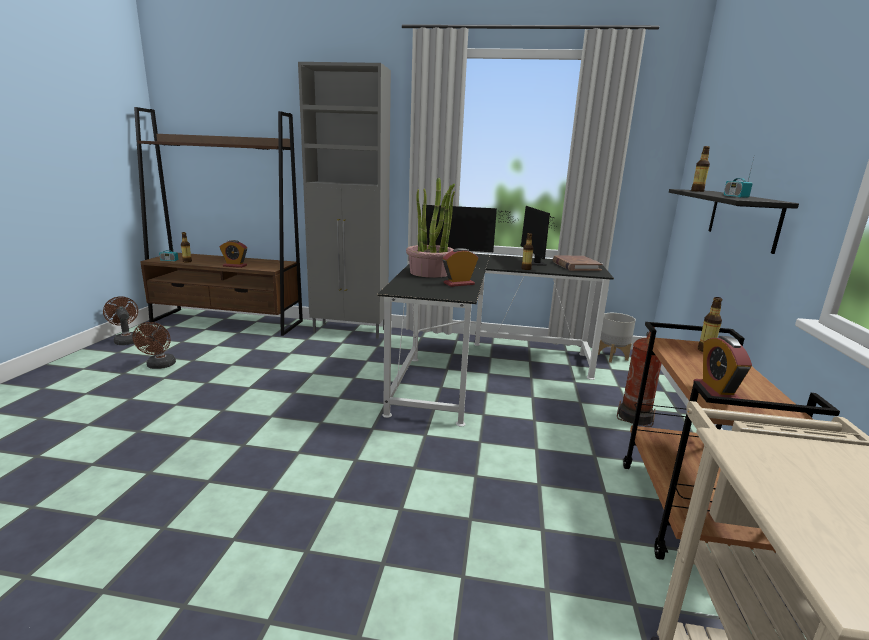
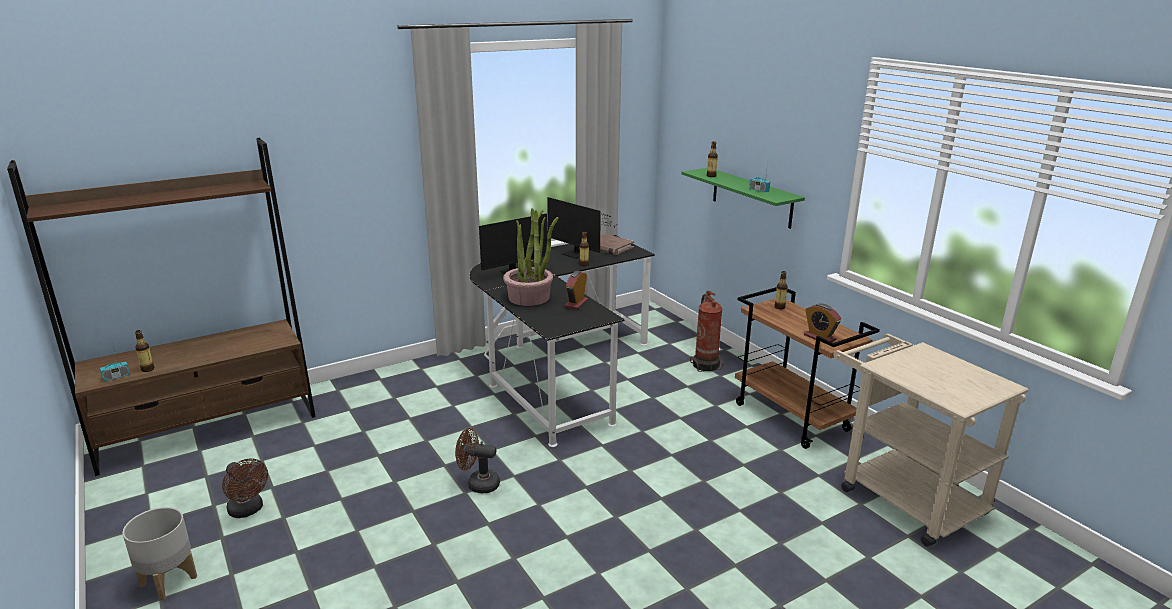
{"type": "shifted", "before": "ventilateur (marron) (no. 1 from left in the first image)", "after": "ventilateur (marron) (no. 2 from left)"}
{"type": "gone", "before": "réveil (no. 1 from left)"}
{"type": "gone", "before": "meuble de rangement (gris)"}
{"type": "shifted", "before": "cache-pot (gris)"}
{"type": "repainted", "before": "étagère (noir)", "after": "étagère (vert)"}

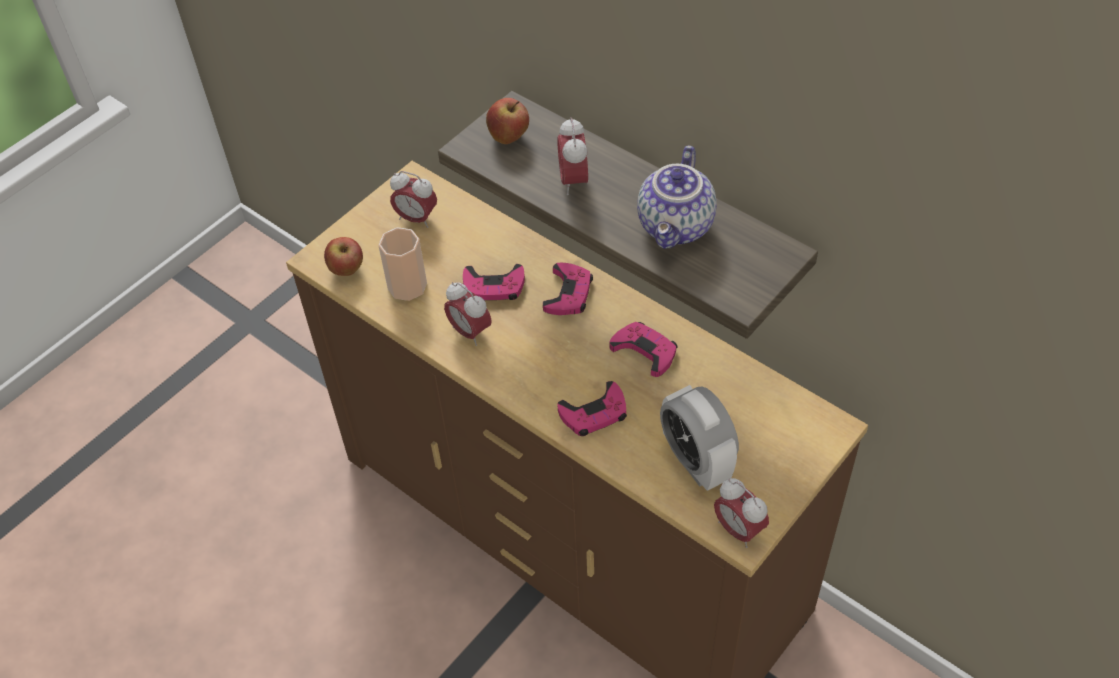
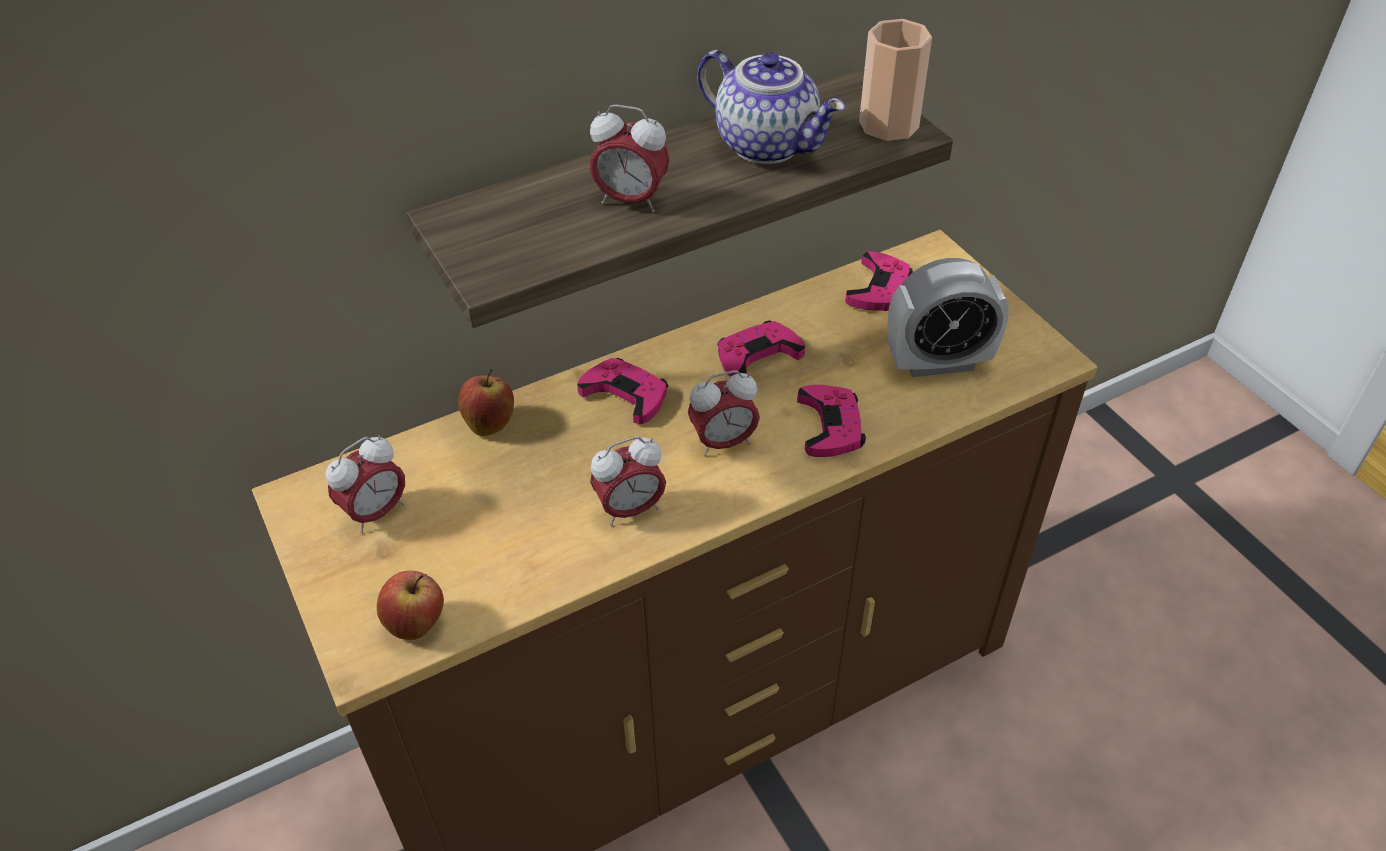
{"type": "shifted", "before": "tasse"}
{"type": "shifted", "before": "manette (rose) (no. 1 from left in the first image)", "after": "manette (rose) (no. 4 from left)"}
{"type": "shifted", "before": "pomme (no. 2 from left)"}
{"type": "shifted", "before": "réveil (no. 5 from left in the first image)", "after": "réveil (no. 4 from left)"}

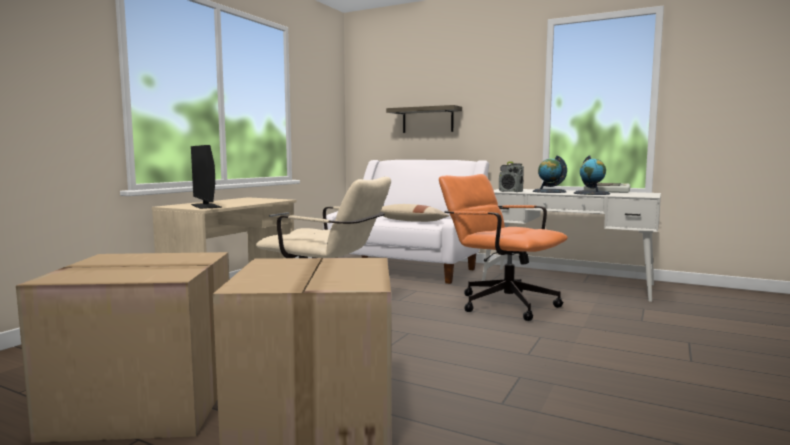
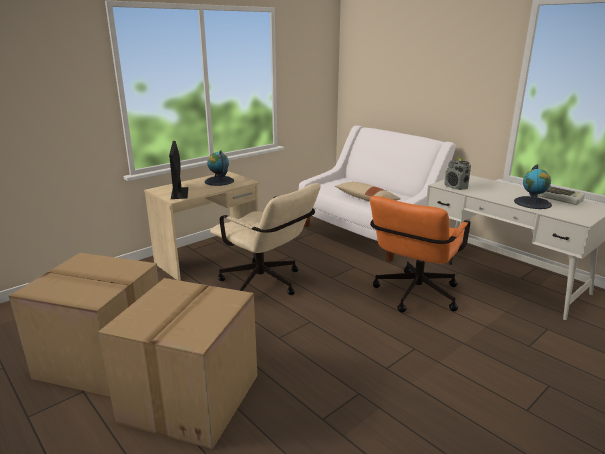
{"type": "gone", "before": "étagère"}
{"type": "rotated", "before": "chaise de bureau (orange)", "turn": -120}
{"type": "shifted", "before": "globe (no. 1 from left)"}

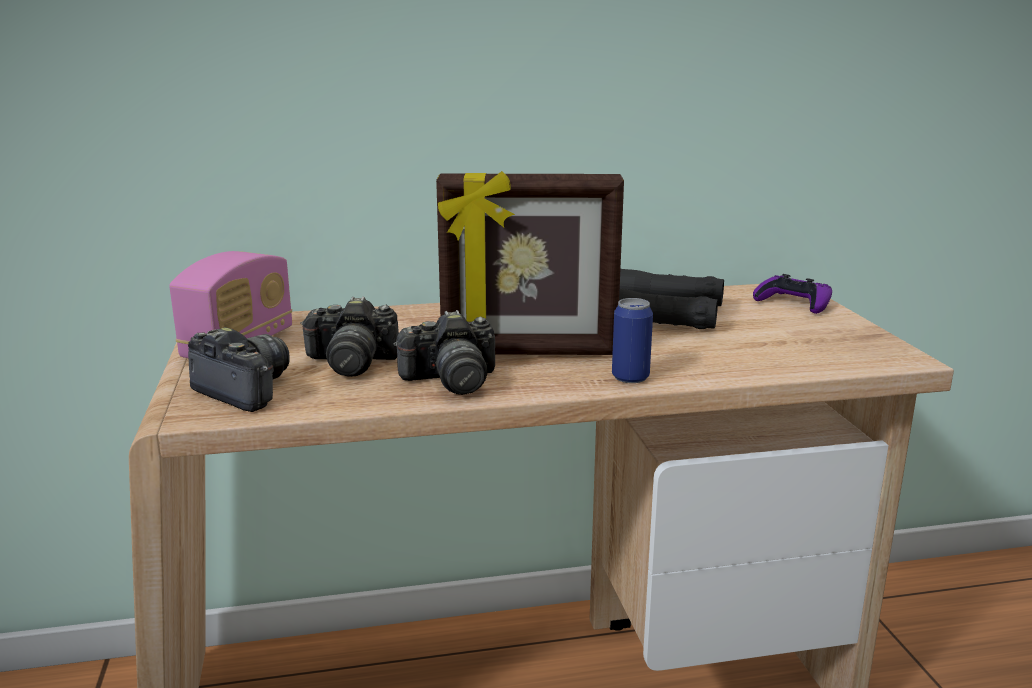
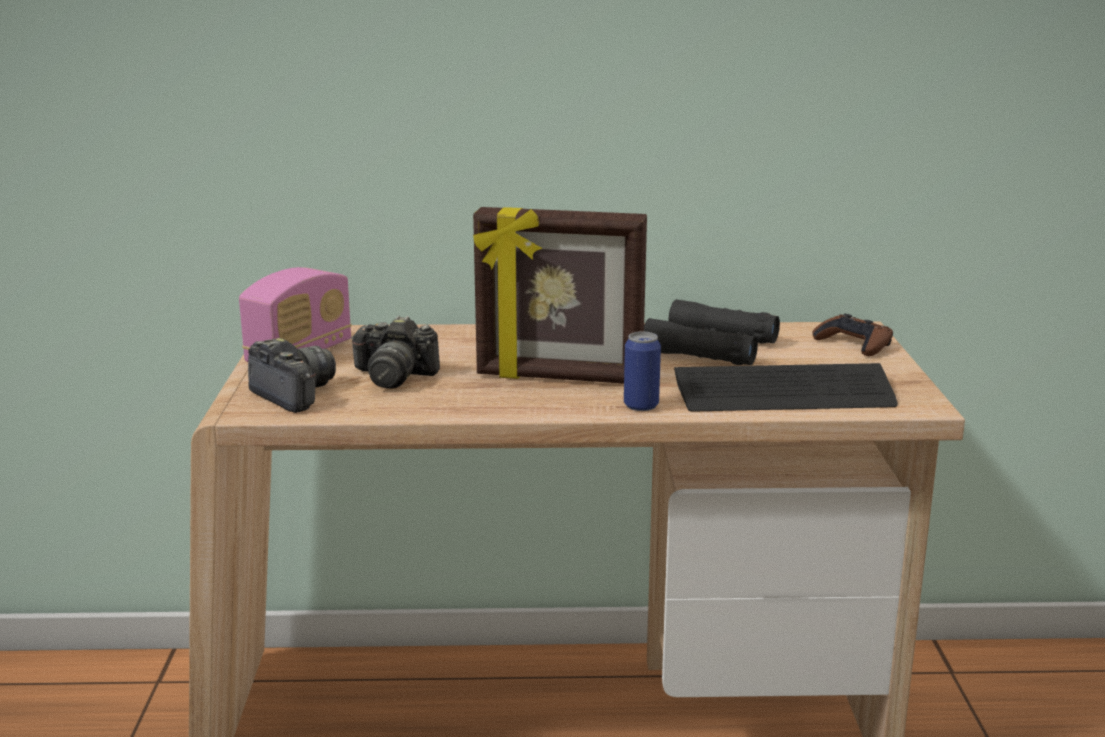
{"type": "gone", "before": "appareil photo (no. 3 from left)"}
{"type": "repainted", "before": "manette (violet)", "after": "manette (marron)"}
{"type": "new", "after": "clavier"}

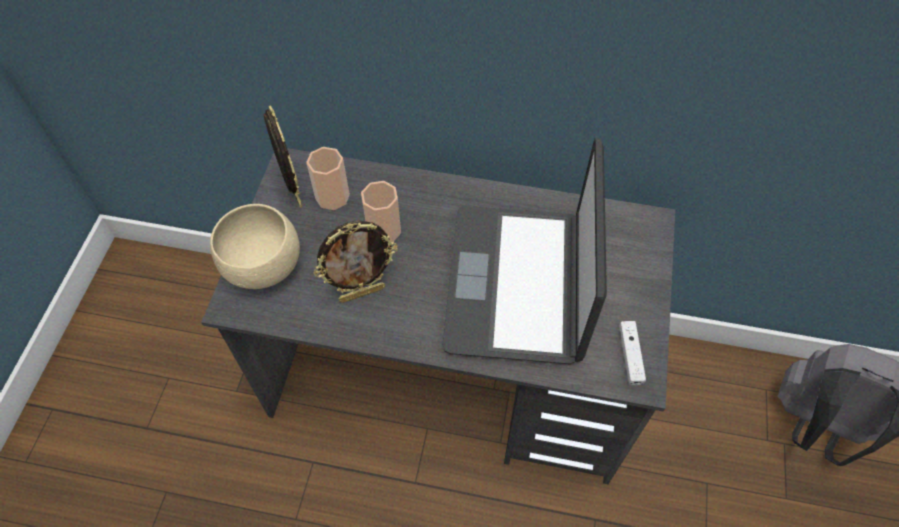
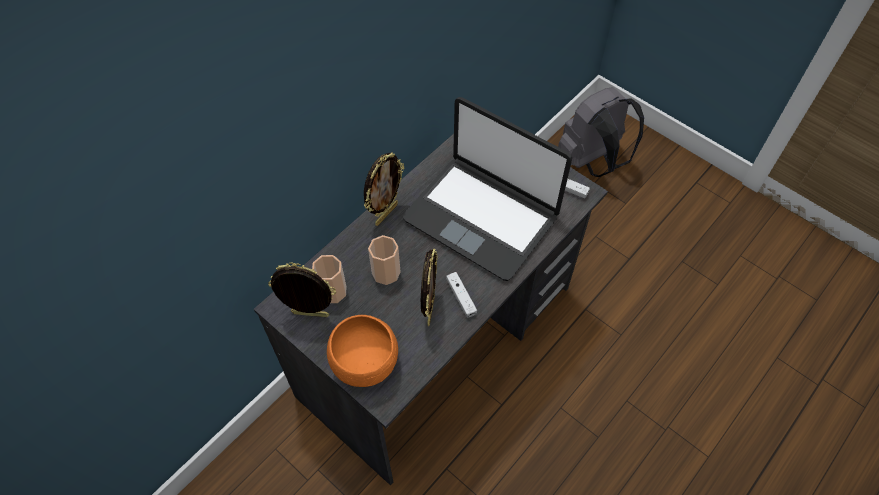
{"type": "repainted", "before": "bol (beige)", "after": "bol (orange)"}
{"type": "new", "after": "cadre photo (no. 2 from left)"}
{"type": "new", "after": "manette (blanc) (no. 1 from left)"}

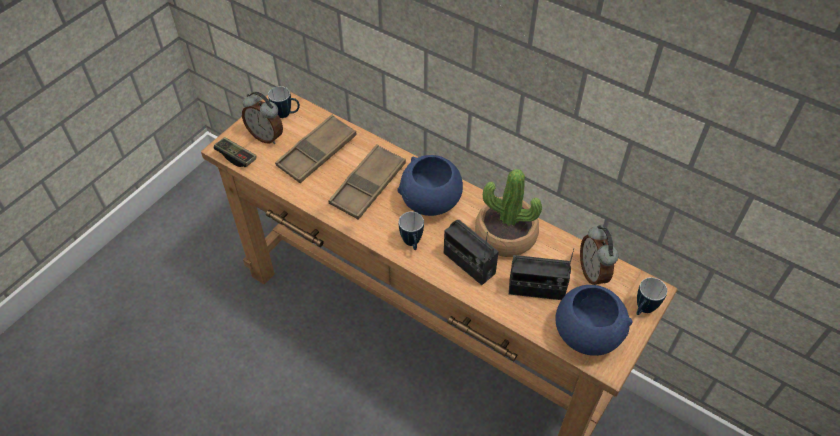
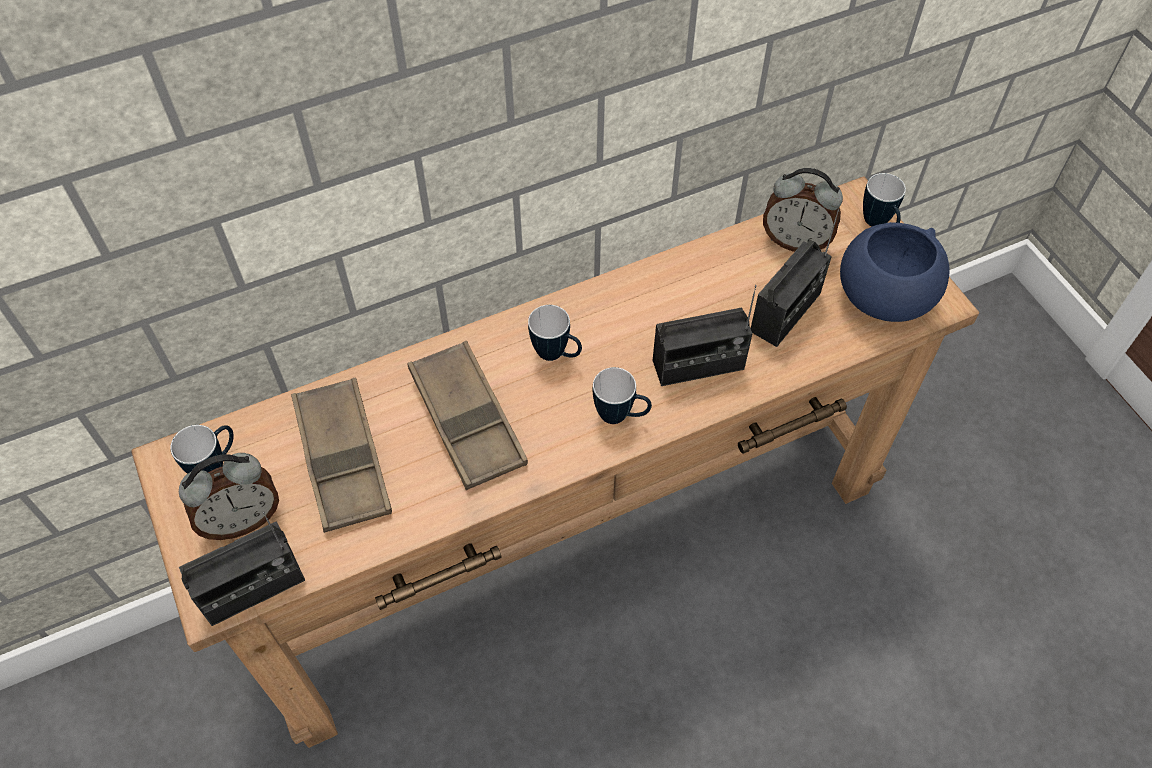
{"type": "swapped", "before": "manette", "after": "radio (no. 1 from left)"}
{"type": "swapped", "before": "bol (bleu) (no. 1 from left)", "after": "mug (no. 2 from left)"}
{"type": "gone", "before": "plante en pot"}

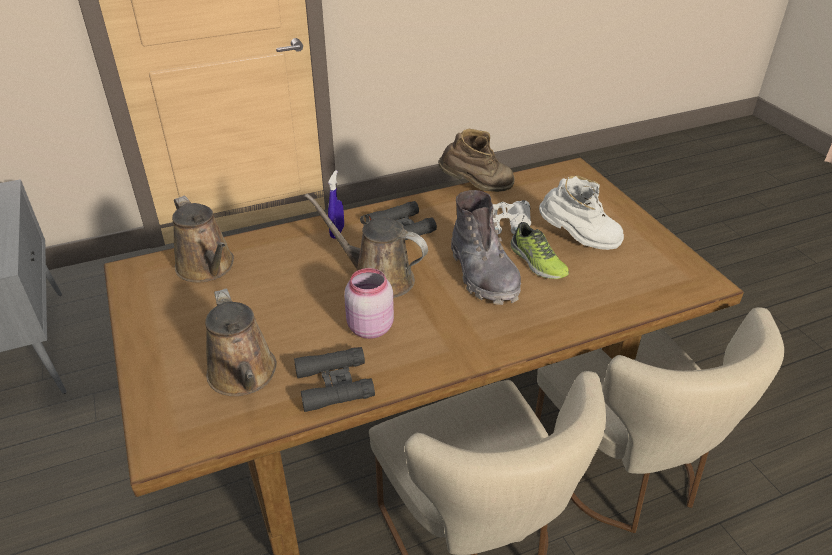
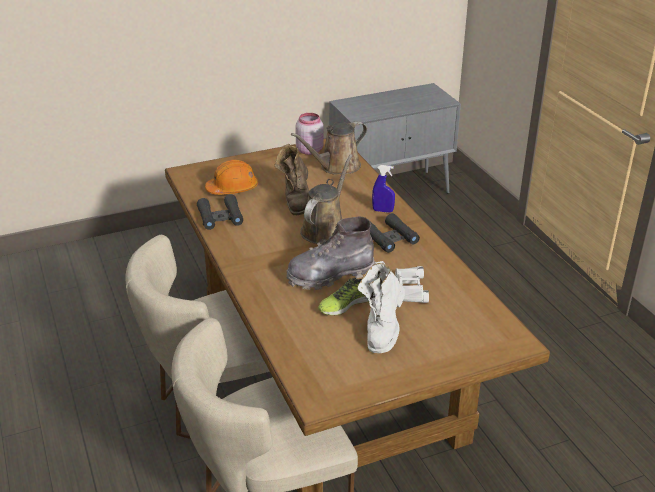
{"type": "swapped", "before": "arrosoir (marron) (no. 2 from left)", "after": "casque de chantier (orange)"}
{"type": "shifted", "before": "bocal (rose)"}
{"type": "shifted", "before": "botte (marron)"}

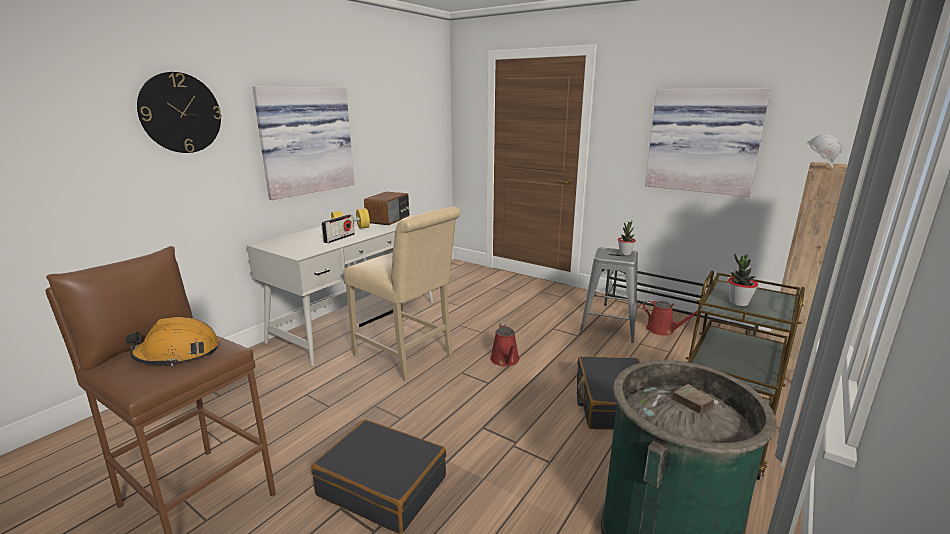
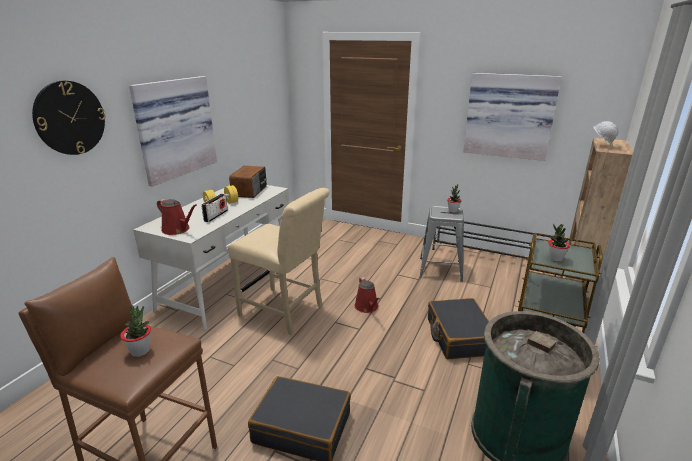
{"type": "swapped", "before": "casque de chantier (orange)", "after": "plante en pot (no. 1 from left)"}
{"type": "shifted", "before": "arrosoir (rouge) (no. 2 from left in the first image)", "after": "arrosoir (rouge) (no. 1 from left)"}

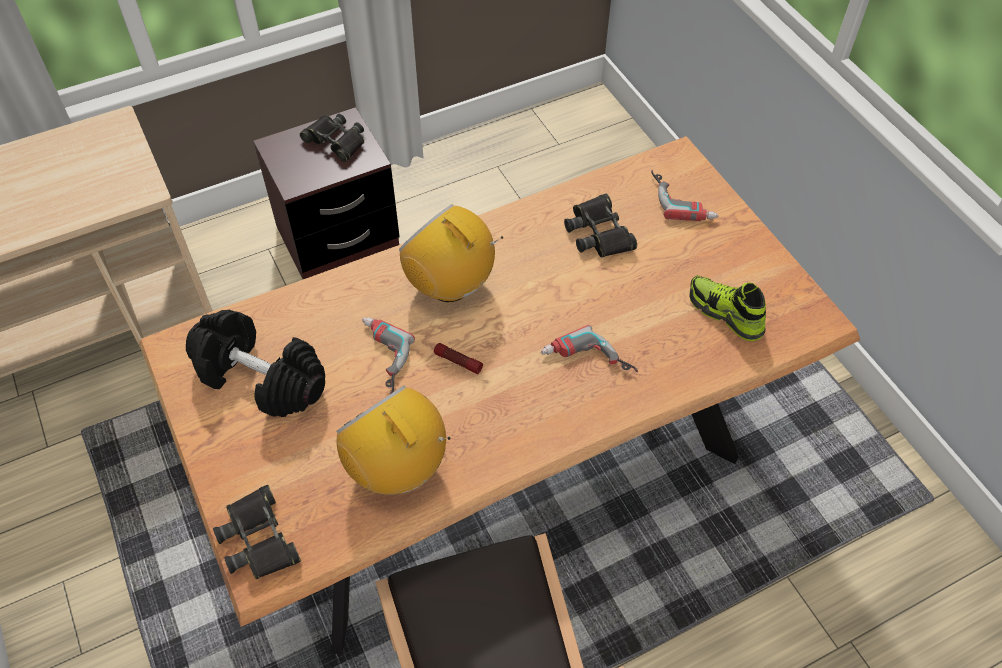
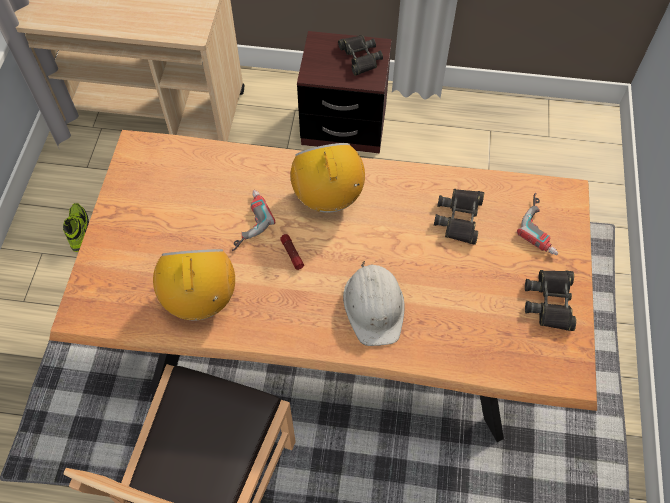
{"type": "gone", "before": "haltère (noir)"}
{"type": "shifted", "before": "jumelles (noir) (no. 1 from left in the first image)", "after": "jumelles (noir) (no. 3 from left)"}
{"type": "swapped", "before": "perceuse (no. 2 from left)", "after": "casque de chantier (blanc)"}
{"type": "shifted", "before": "chaussure"}

